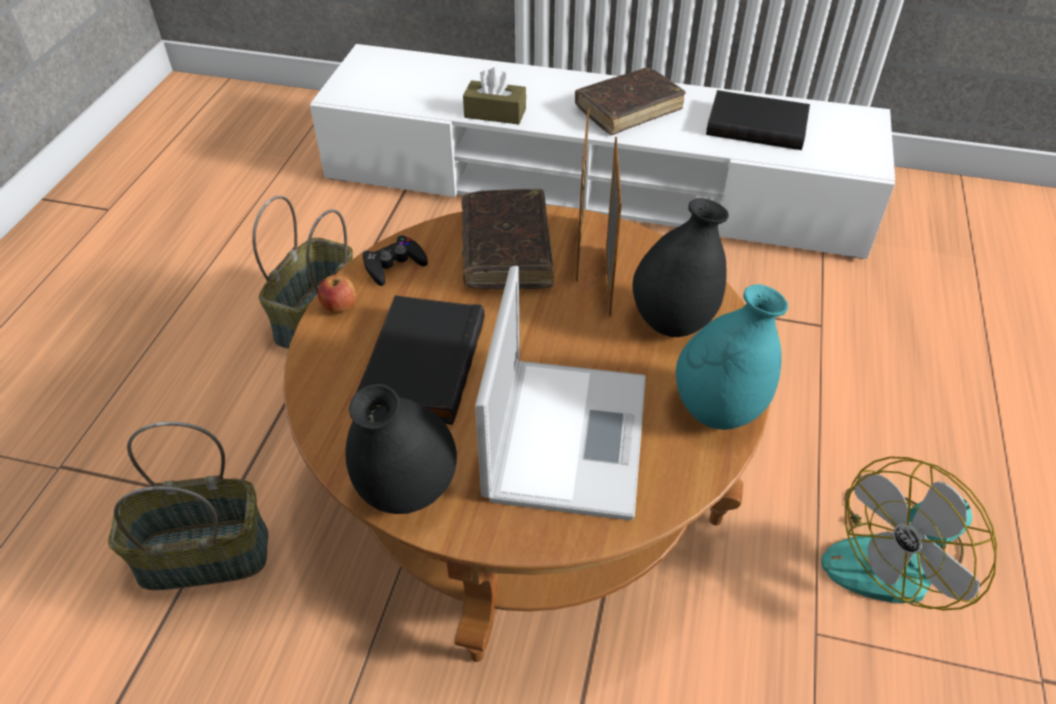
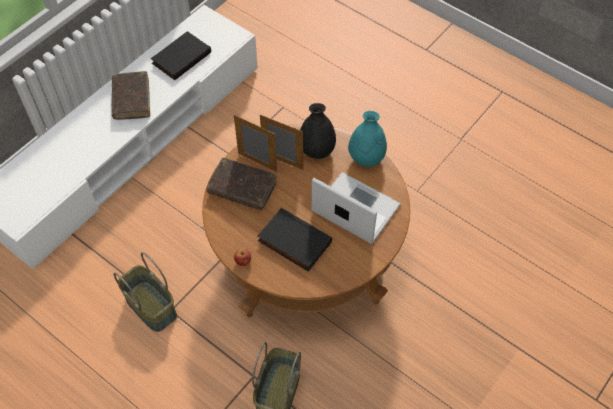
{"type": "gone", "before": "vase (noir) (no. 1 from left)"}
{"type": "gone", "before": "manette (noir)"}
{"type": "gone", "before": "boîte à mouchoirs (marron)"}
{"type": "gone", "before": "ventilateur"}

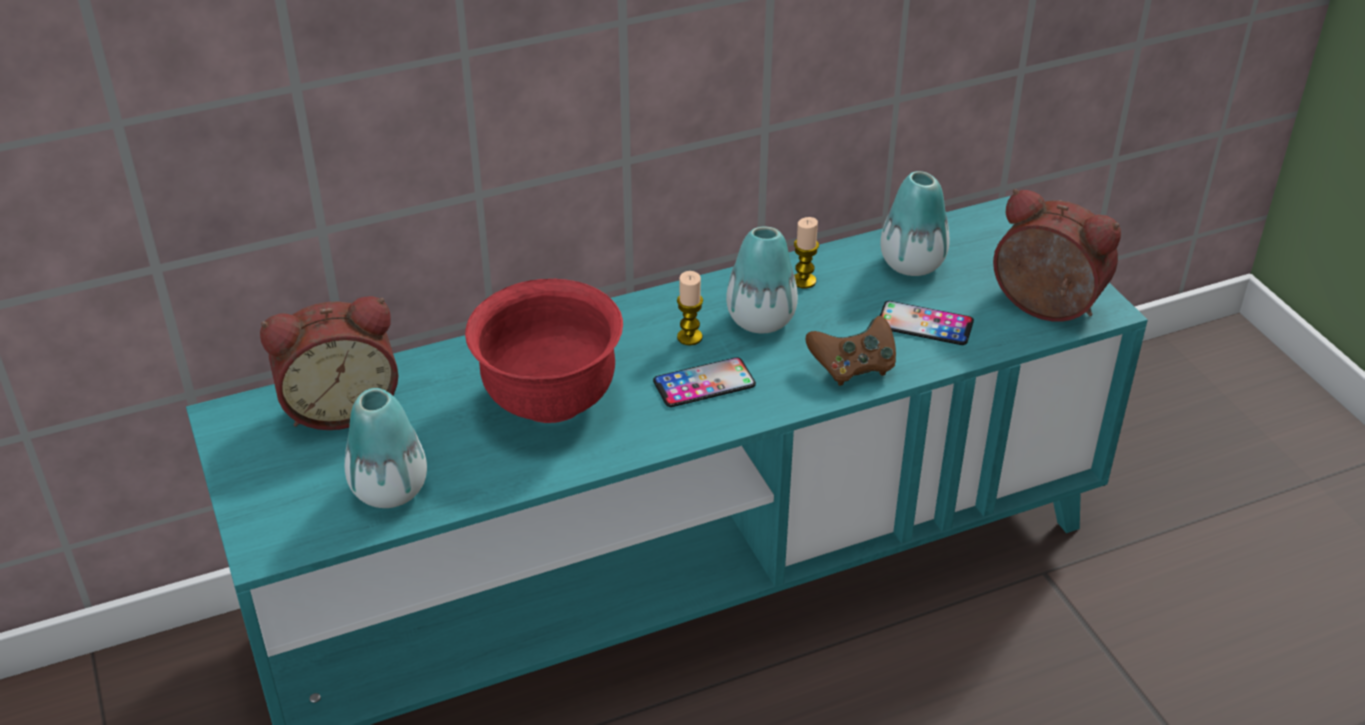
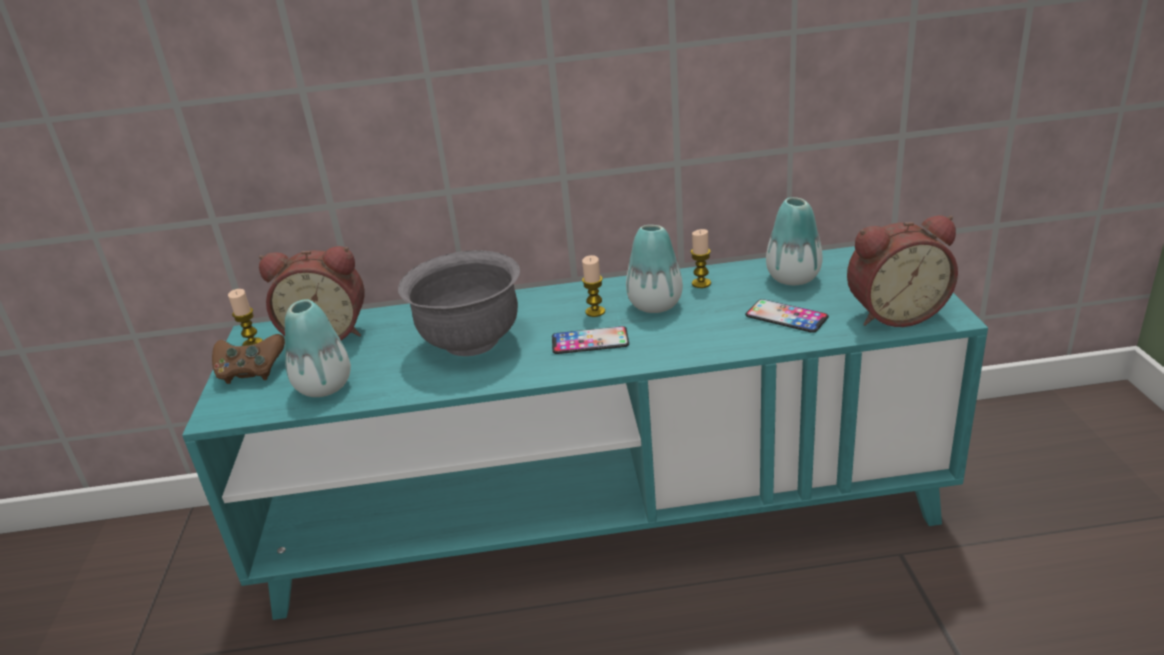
{"type": "repainted", "before": "bol (rouge)", "after": "bol (gris)"}
{"type": "shifted", "before": "manette (marron)"}
{"type": "rotated", "before": "réveil (no. 2 from left)", "turn": 120}
{"type": "new", "after": "bougie (no. 1 from left)"}

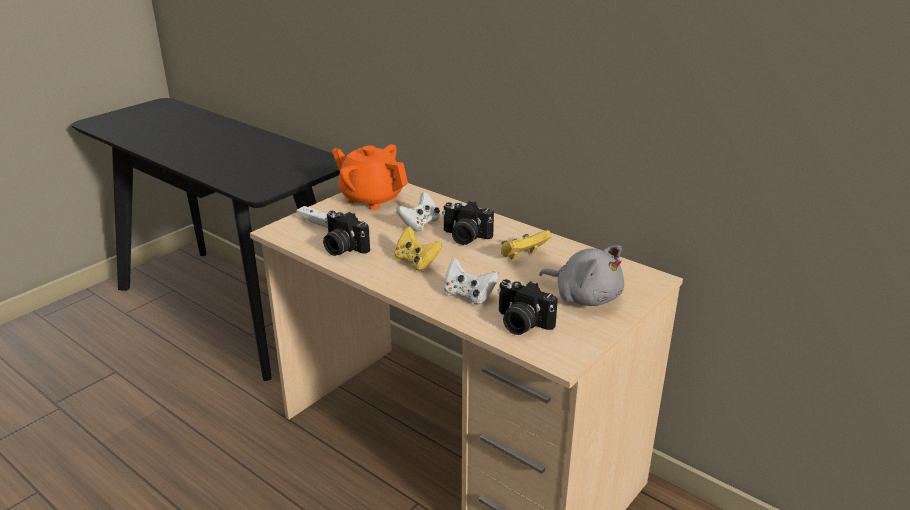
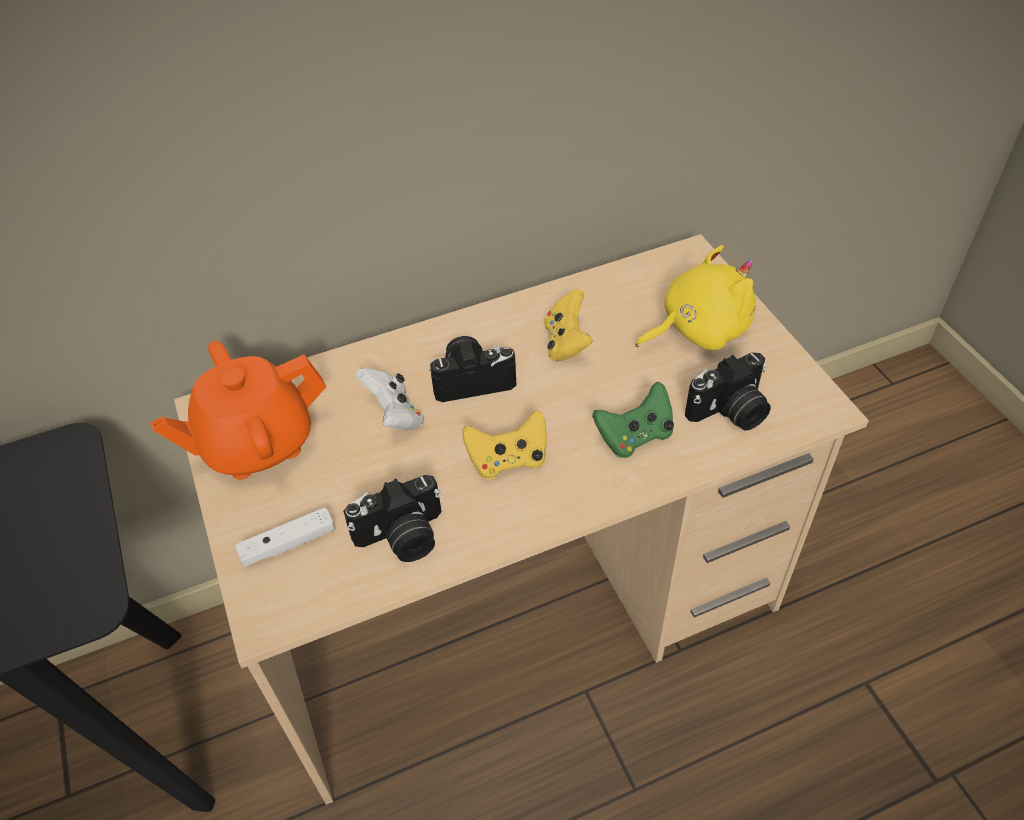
{"type": "rotated", "before": "appareil photo (no. 2 from left)", "turn": -150}
{"type": "repainted", "before": "manette (blanc) (no. 3 from left)", "after": "manette (vert)"}
{"type": "repainted", "before": "peluche (gris)", "after": "peluche (jaune)"}

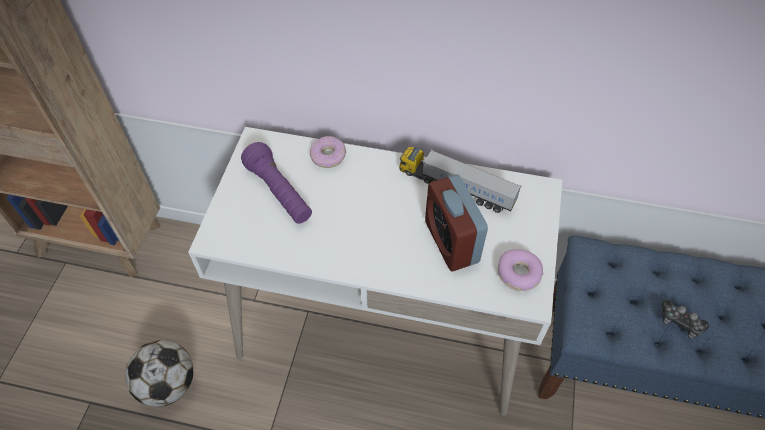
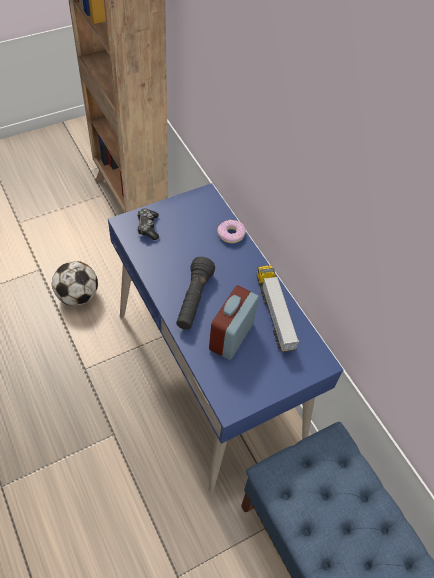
{"type": "repainted", "before": "bureau (blanc)", "after": "bureau (bleu)"}
{"type": "gone", "before": "lampe de poche (violet)"}
{"type": "gone", "before": "beignet (no. 2 from left)"}
{"type": "shifted", "before": "manette"}
{"type": "new", "after": "lampe de poche (noir)"}

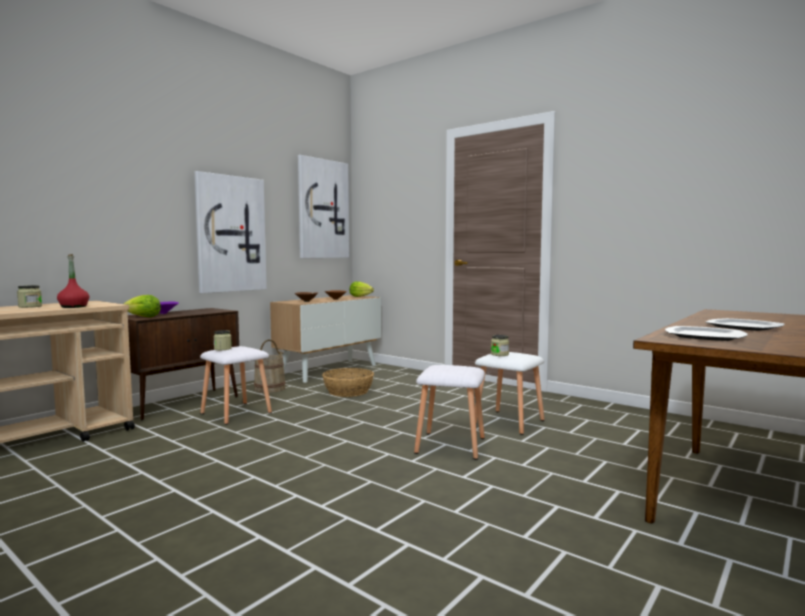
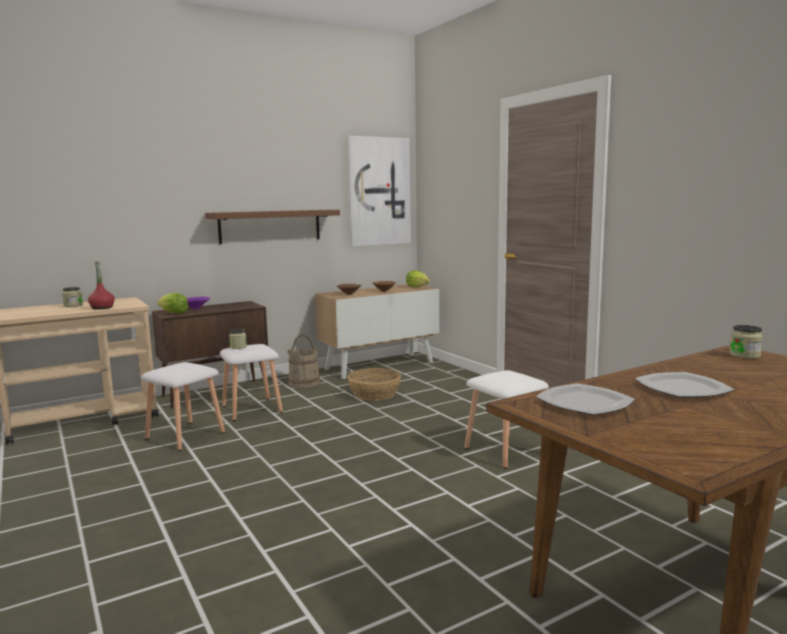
{"type": "swapped", "before": "tableau (no. 1 from left)", "after": "étagère (marron)"}
{"type": "shifted", "before": "tabouret (blanc) (no. 2 from left in the first image)", "after": "tabouret (blanc) (no. 1 from left)"}
{"type": "shifted", "before": "bocal (no. 3 from left)"}

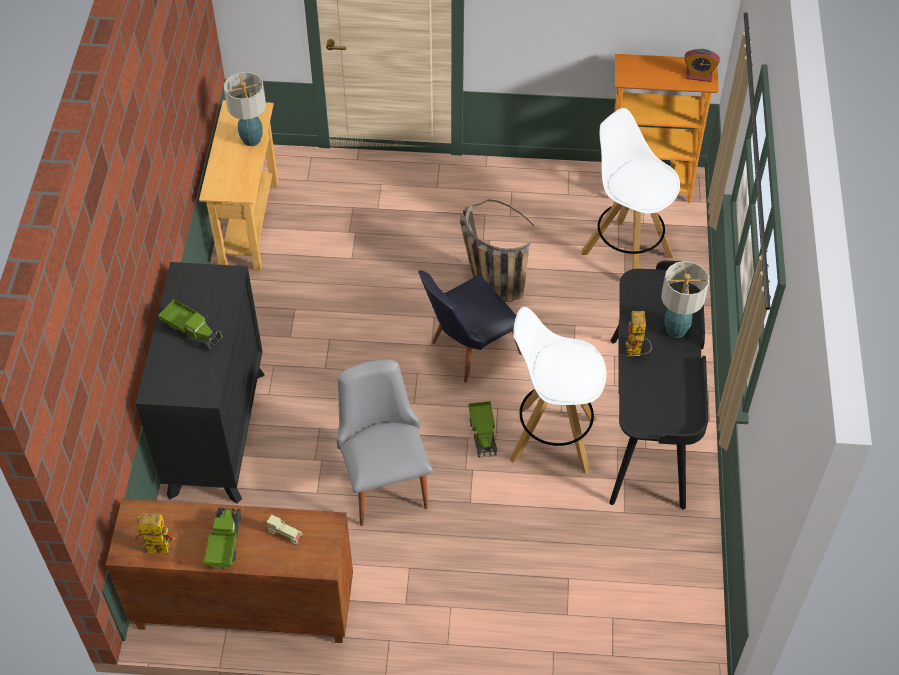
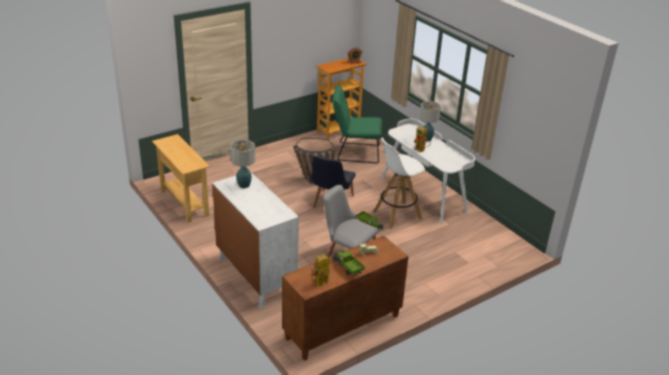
{"type": "repainted", "before": "commode (noir)", "after": "commode (blanc)"}
{"type": "gone", "before": "camion jouet (no. 1 from left)"}
{"type": "shifted", "before": "lampe de table (no. 1 from left)"}
{"type": "swapped", "before": "tabouret (blanc) (no. 2 from left)", "after": "chaise (vert)"}
{"type": "repainted", "before": "bureau (noir)", "after": "bureau (blanc)"}

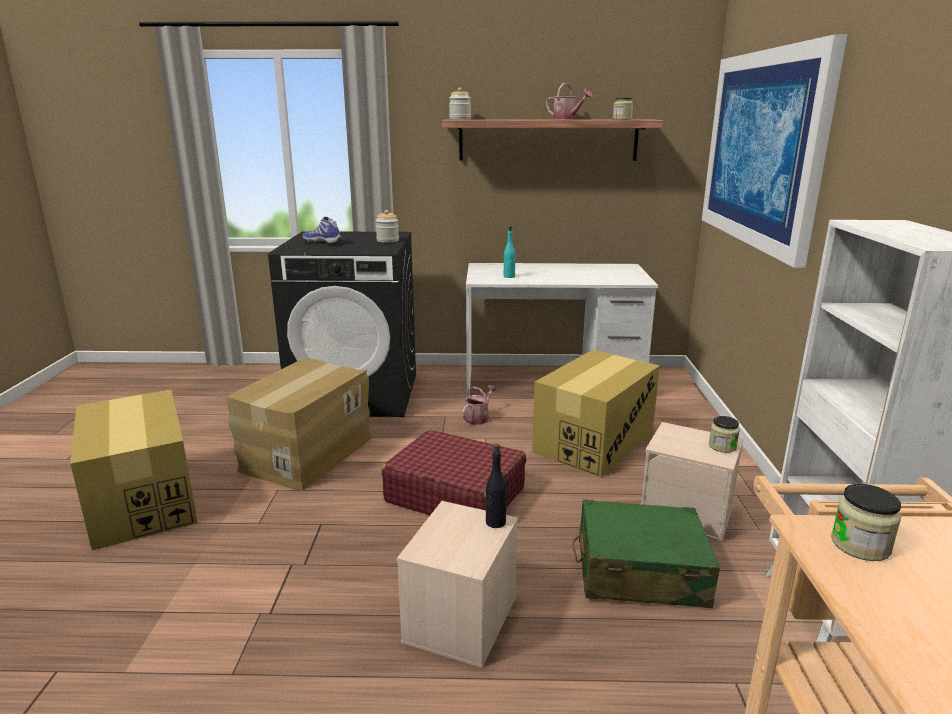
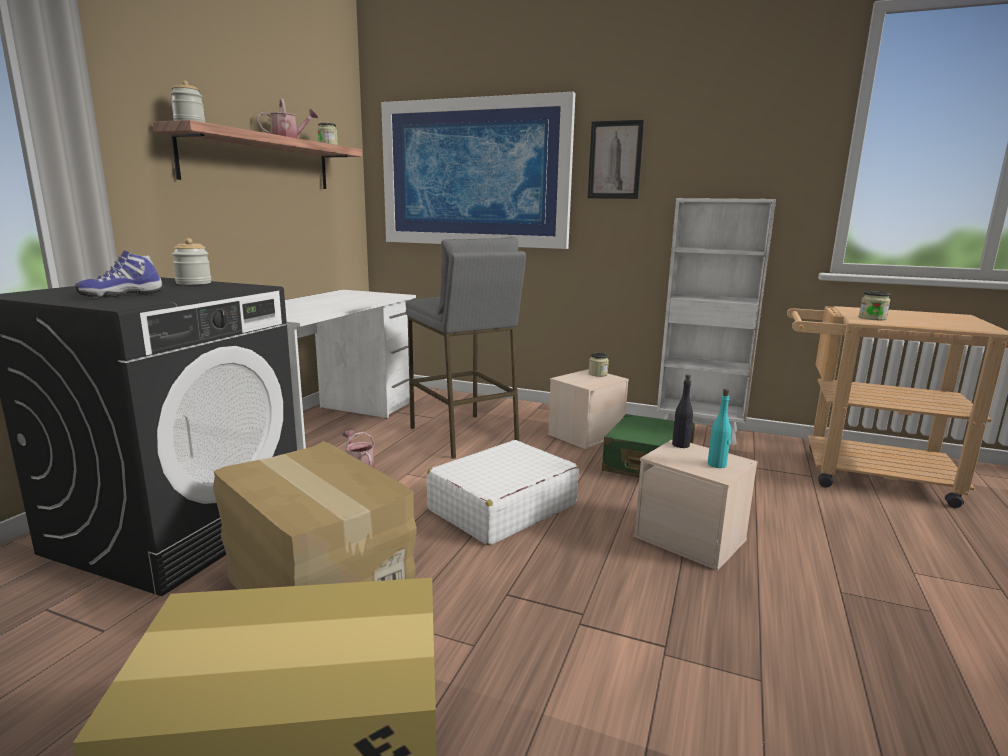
{"type": "repainted", "before": "valise (rouge)", "after": "valise (blanc)"}
{"type": "shifted", "before": "bouteille (turquoise)"}
{"type": "swapped", "before": "carton (no. 3 from left)", "after": "tabouret (gris)"}
{"type": "new", "after": "tableau (no. 2 from left)"}

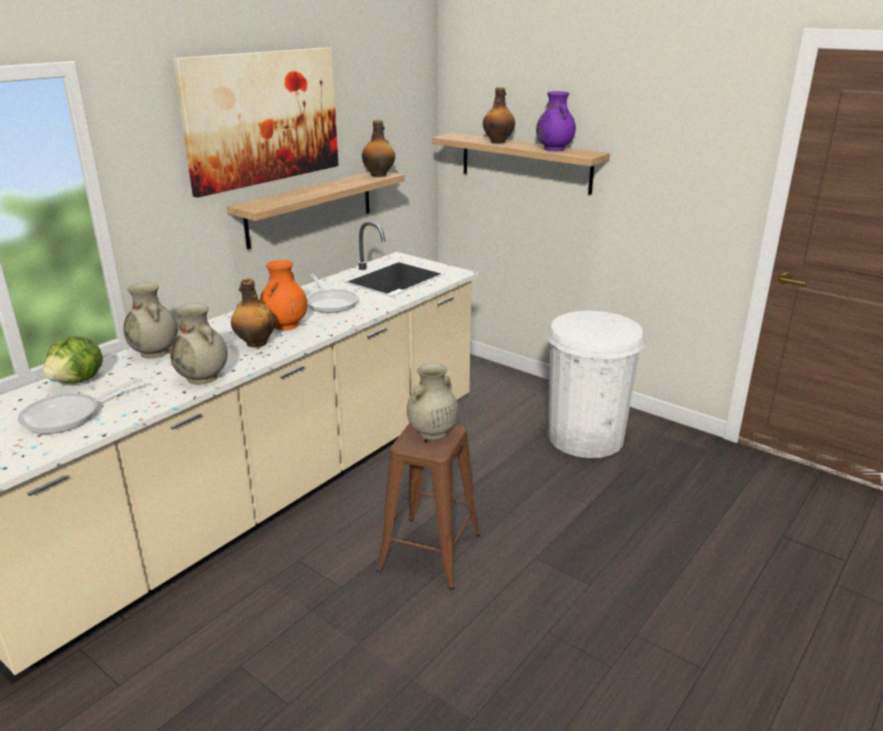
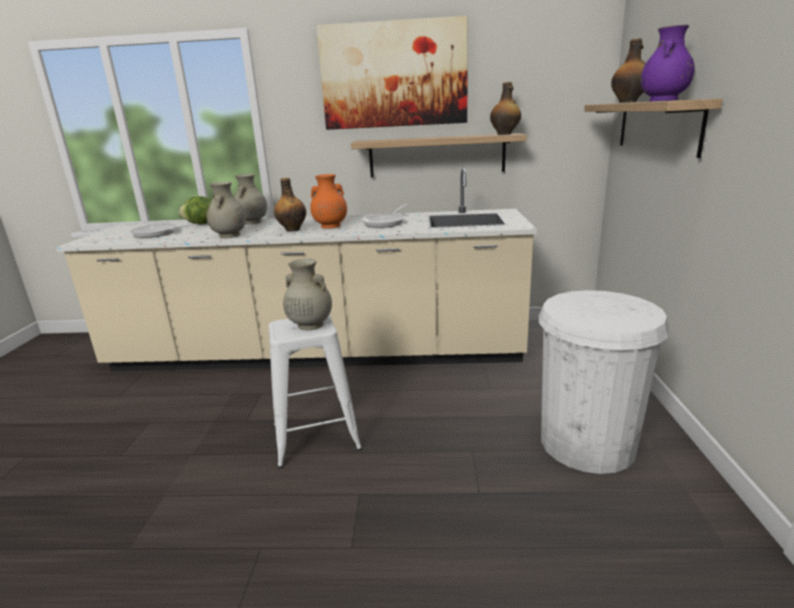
{"type": "repainted", "before": "tabouret (marron)", "after": "tabouret (blanc)"}

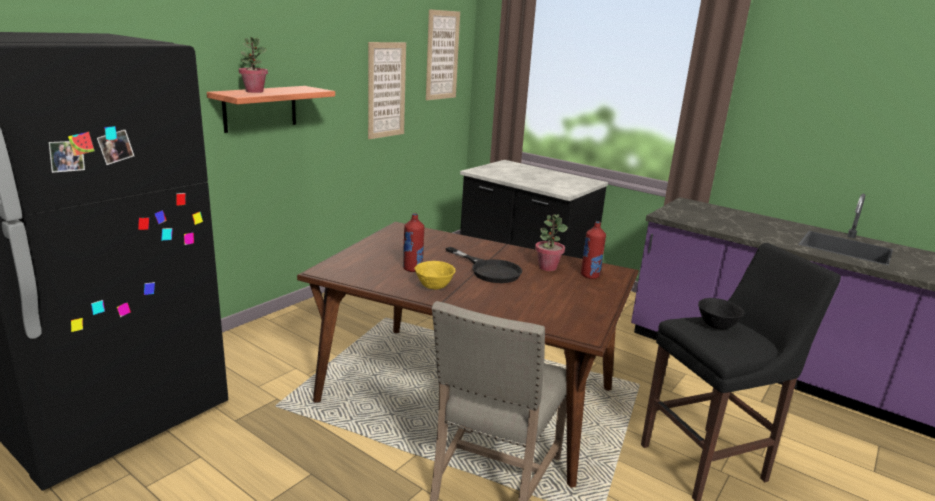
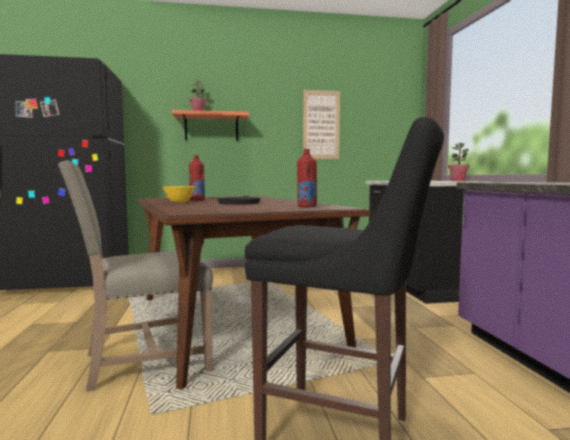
{"type": "gone", "before": "tableau (no. 2 from left)"}
{"type": "shifted", "before": "plante en pot (no. 2 from left)"}
{"type": "gone", "before": "bol (noir)"}

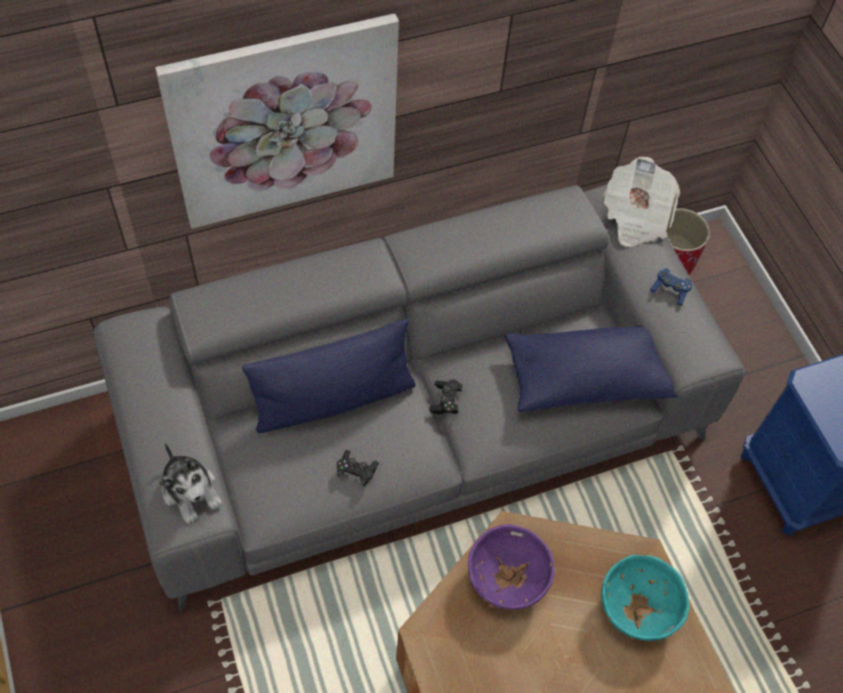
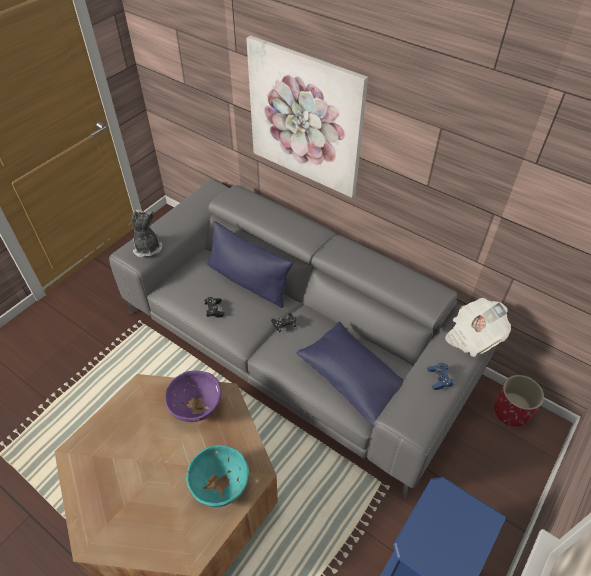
{"type": "rotated", "before": "peluche", "turn": 135}

